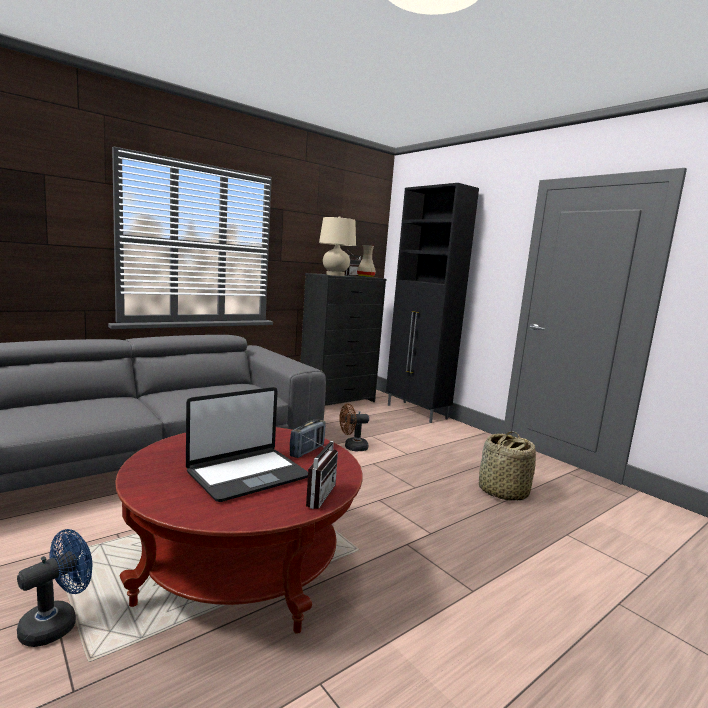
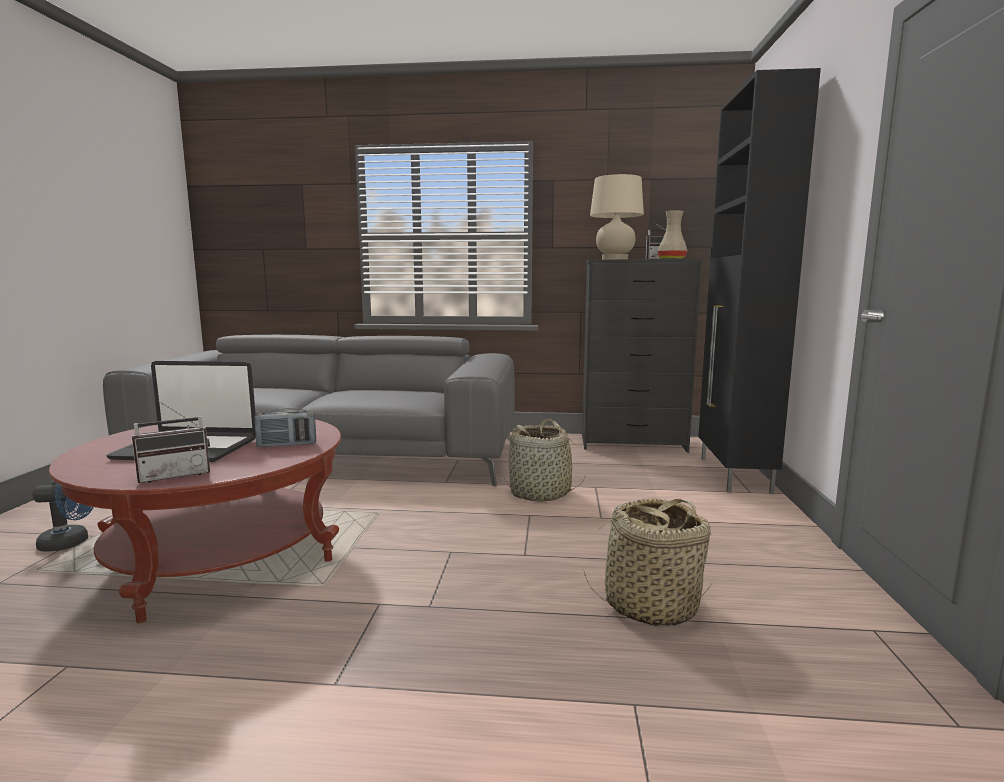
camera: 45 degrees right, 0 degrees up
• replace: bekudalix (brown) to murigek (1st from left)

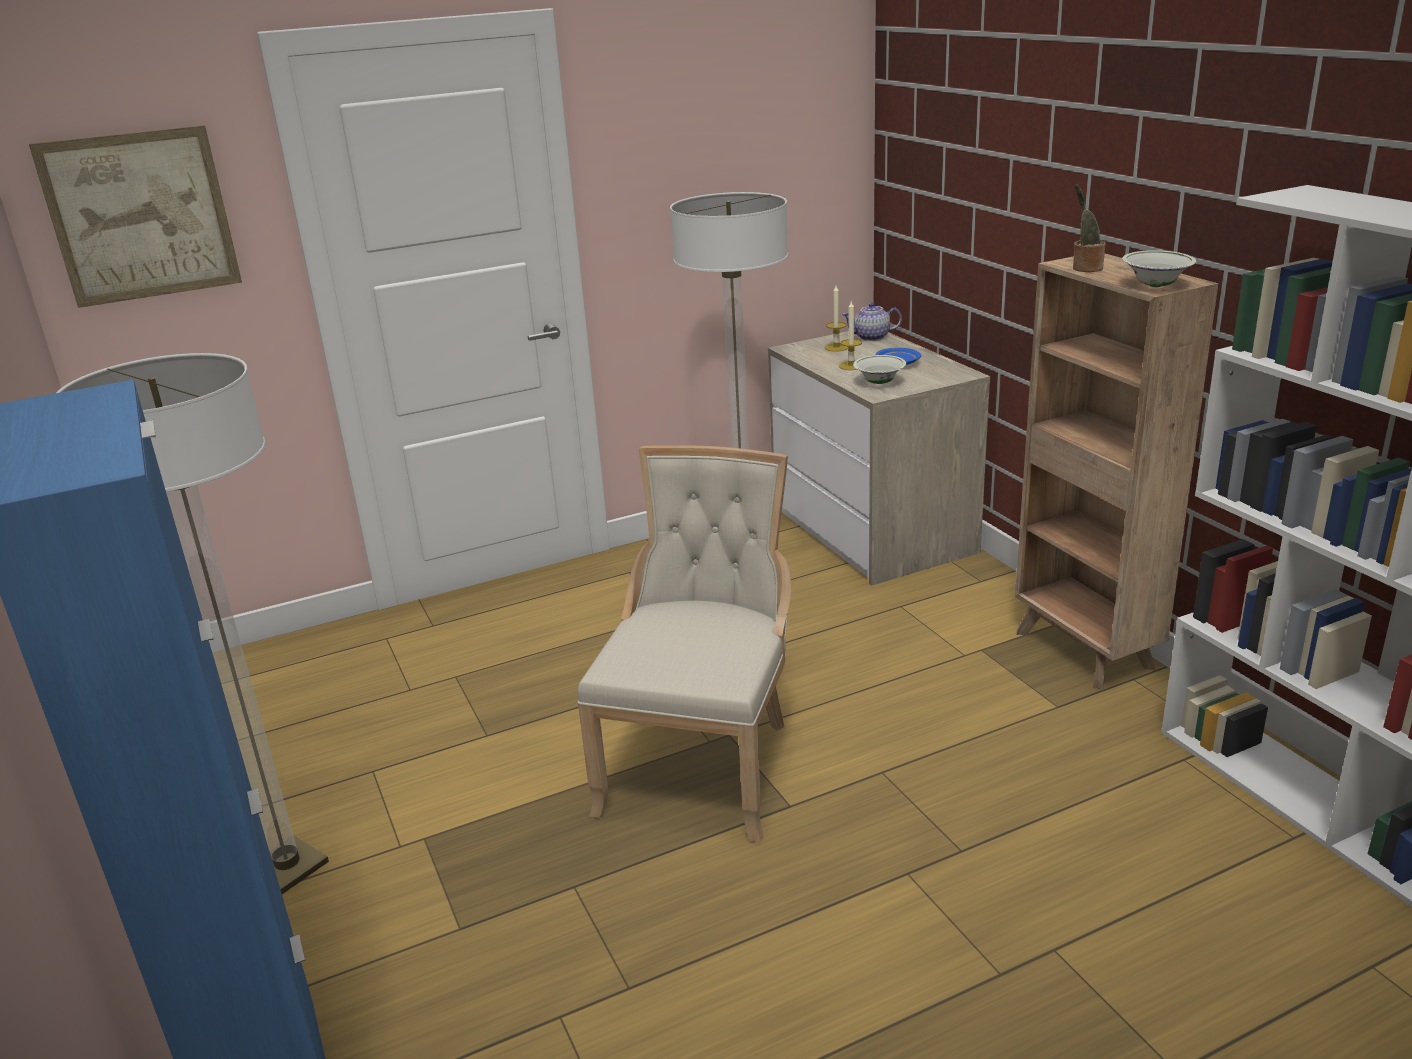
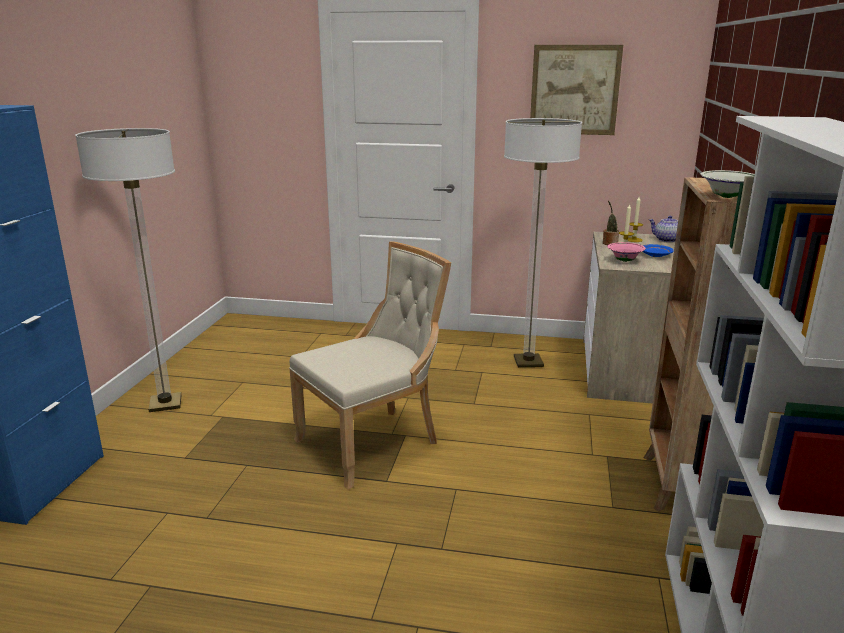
camera: 35 degrees right, 5 degrees down
• move: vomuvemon
• move: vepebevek
• recolor: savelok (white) (1st from left) to savelok (pink)

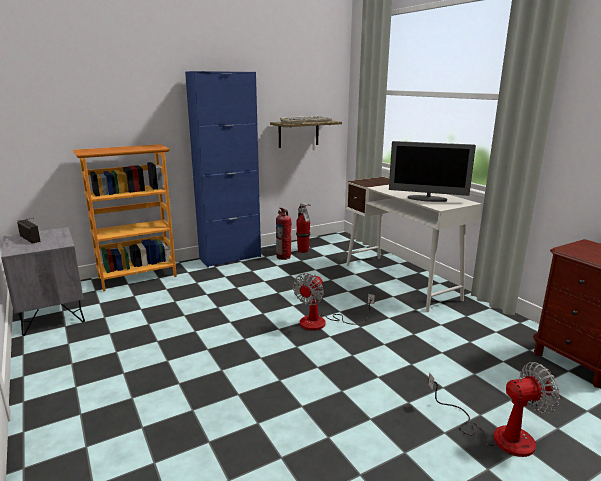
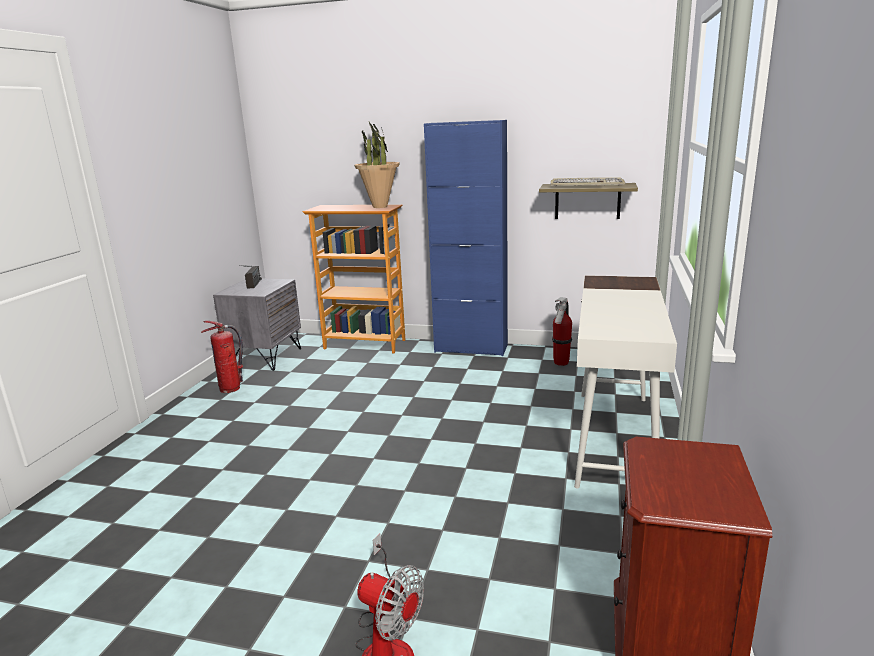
camera: 45 degrees right, 0 degrees up
• delete: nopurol
• move: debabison (1st from left)
• delete: bekudalix (1st from left)
• insert: vepebevek

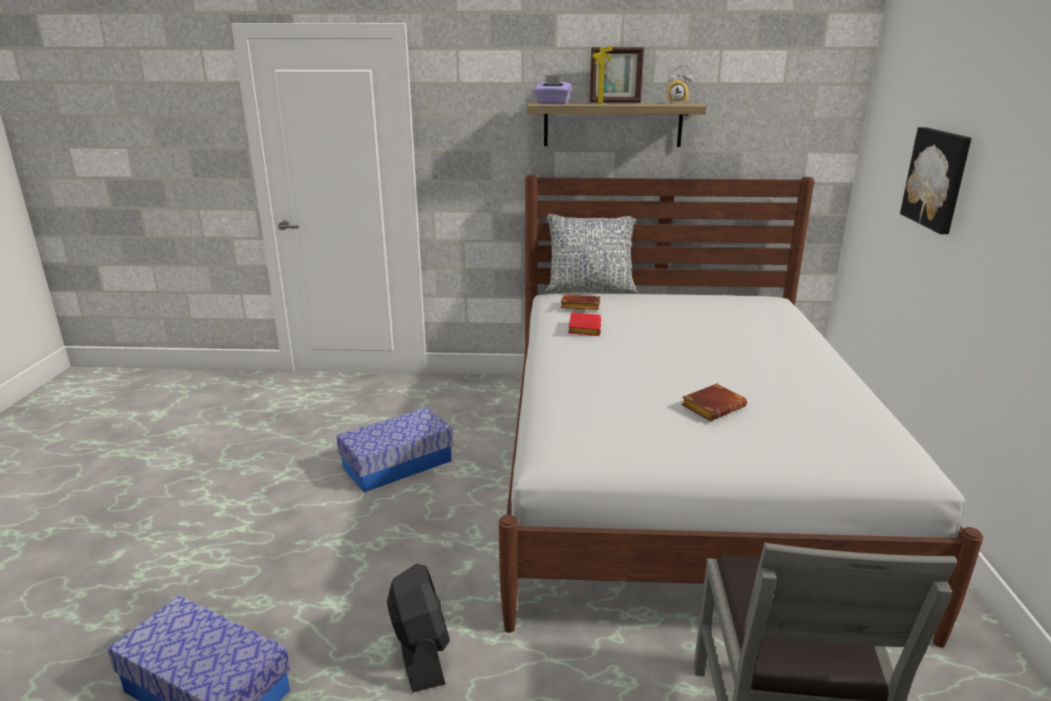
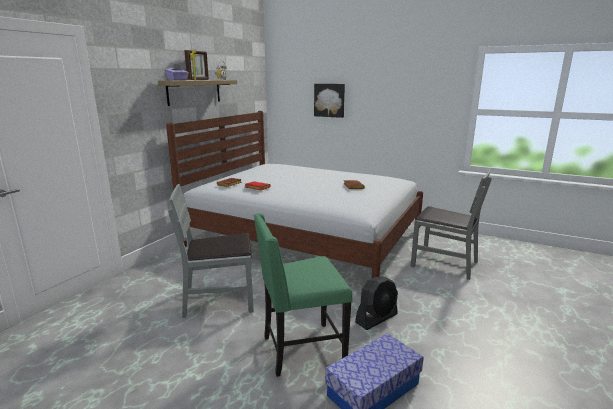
camera: 65 degrees left, 5 degrees down
• delete: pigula
• replace: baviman (2nd from left) to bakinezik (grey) (1st from left)
• rotate: bekudalix (black) 135 degrees clockwise
• insert: bakinezik (green)

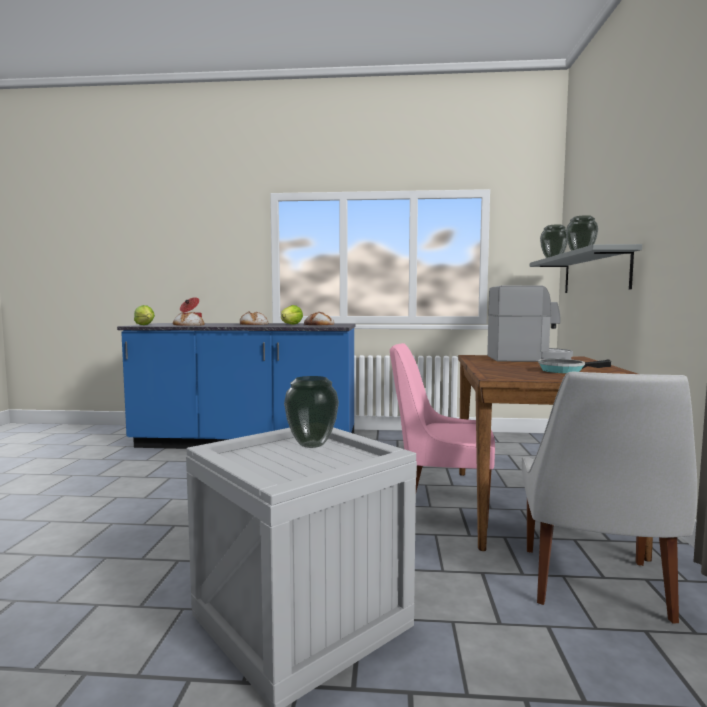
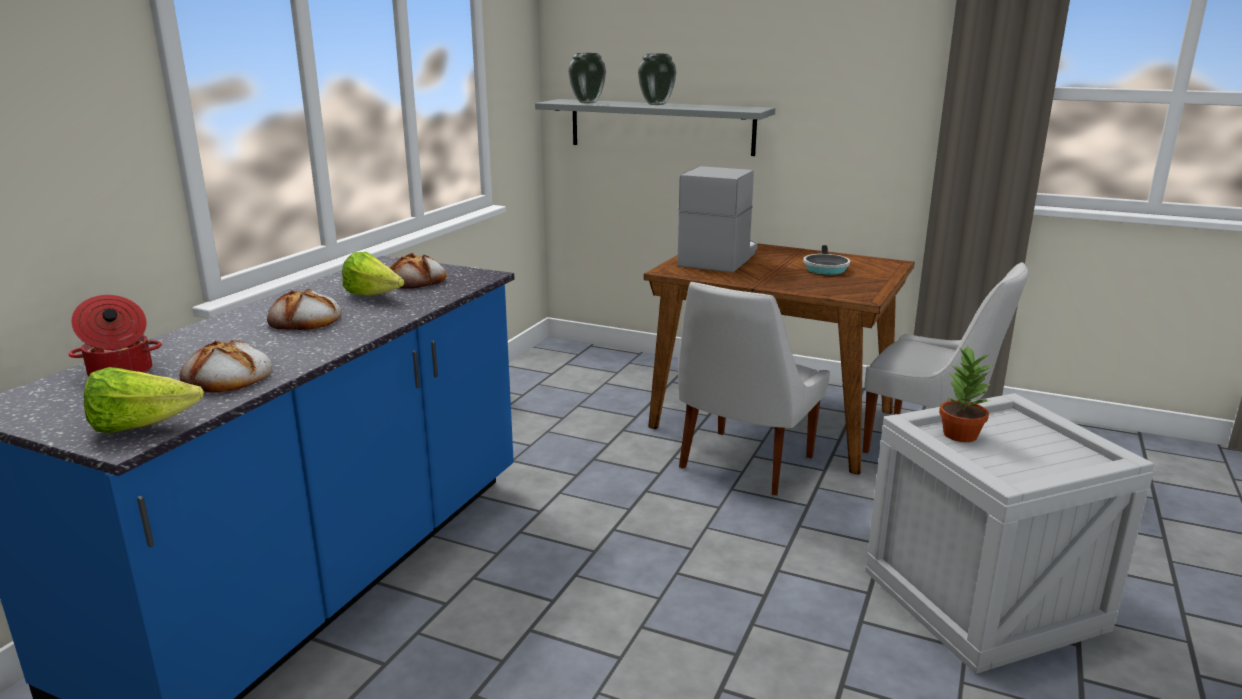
camera: 70 degrees left, 15 degrees up
• recolor: bakinezik (pink) to bakinezik (white) (1st from left)
• replace: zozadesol (1st from left) to vepebevek

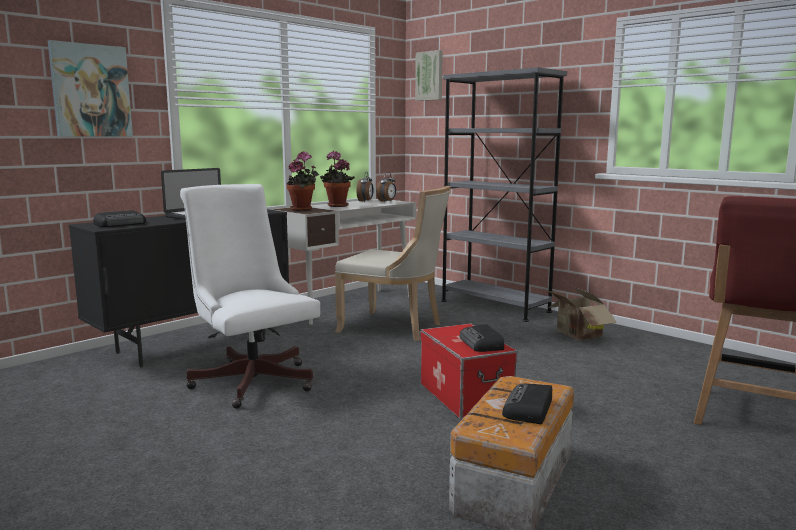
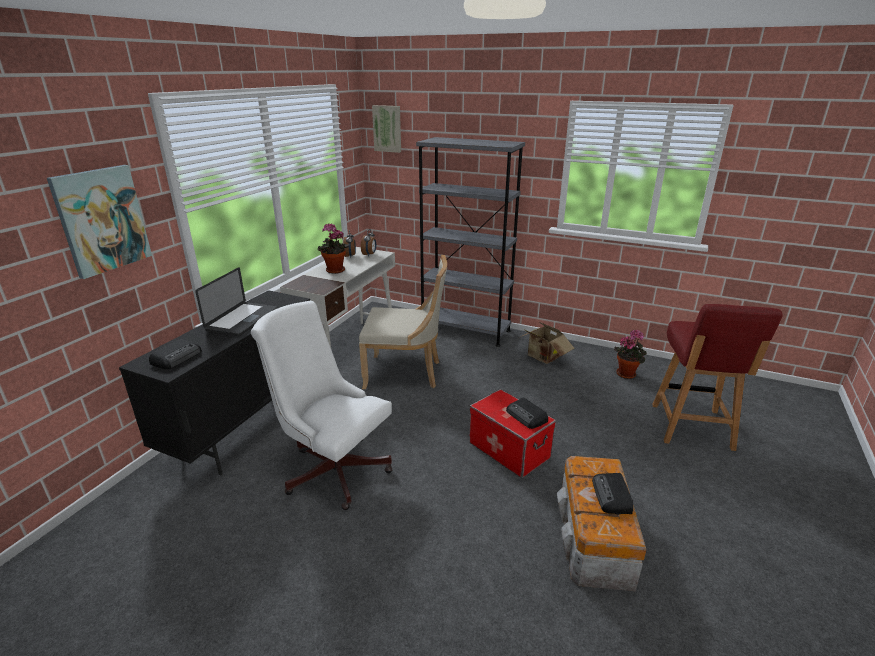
camera: 20 degrees left, 15 degrees up
• move: vepebevek (1st from left in the first image) to vepebevek (2nd from left)

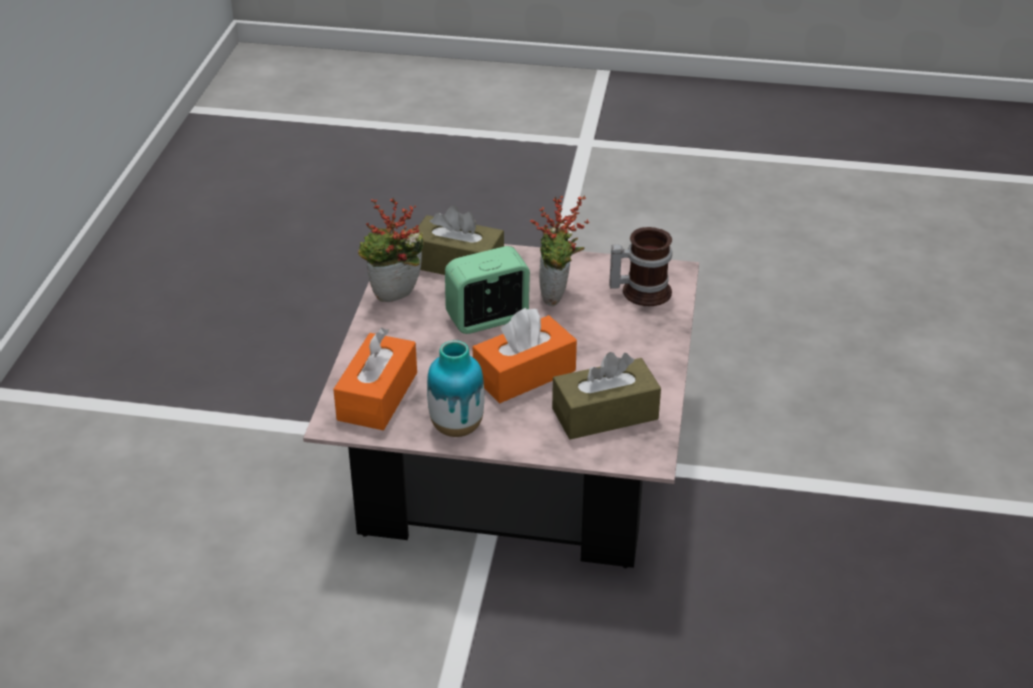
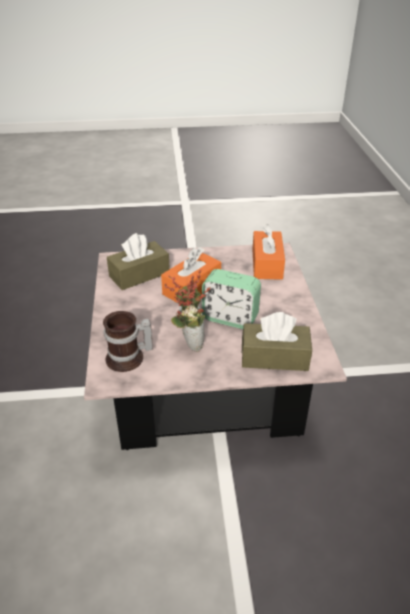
camera: 165 degrees right, 0 degrees up
• delete: vepebevek (1st from left)
• rotate: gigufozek 60 degrees clockwise
• delete: zozadesol

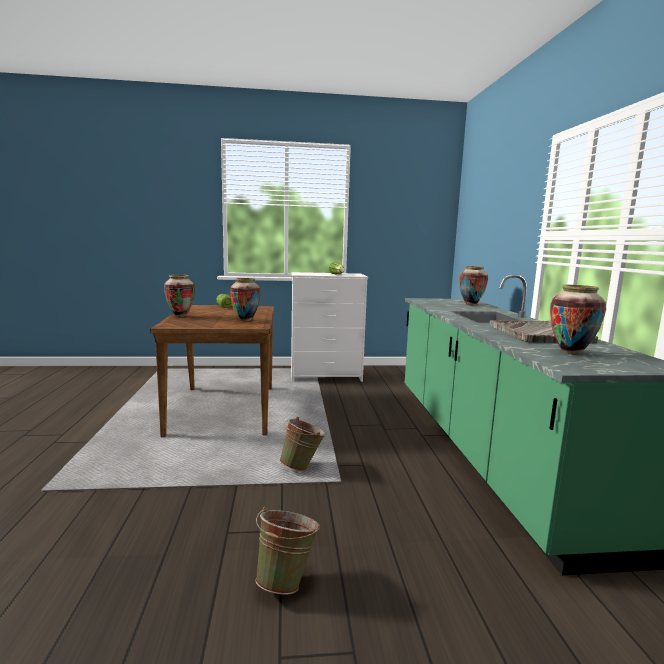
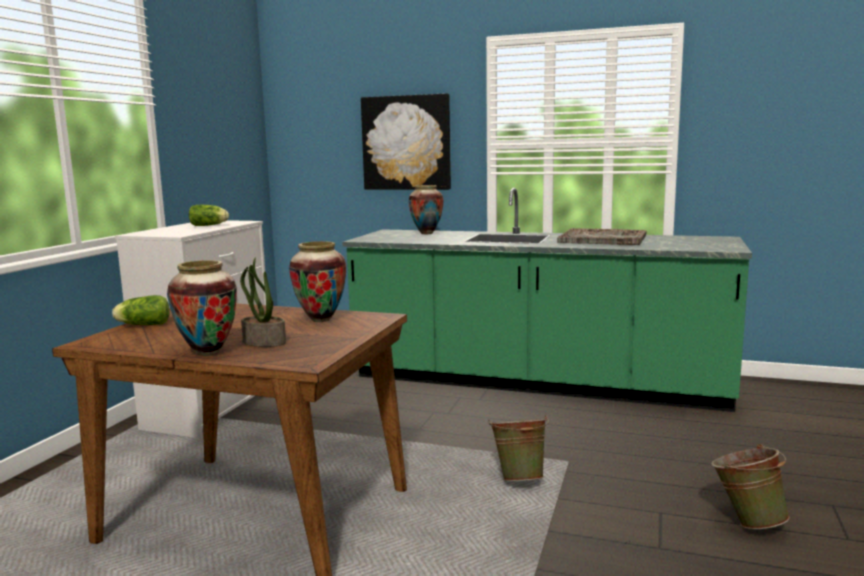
camera: 65 degrees left, 0 degrees up
• delete: zozadesol (4th from left)
• insert: vomuvemon
• insert: vepebevek

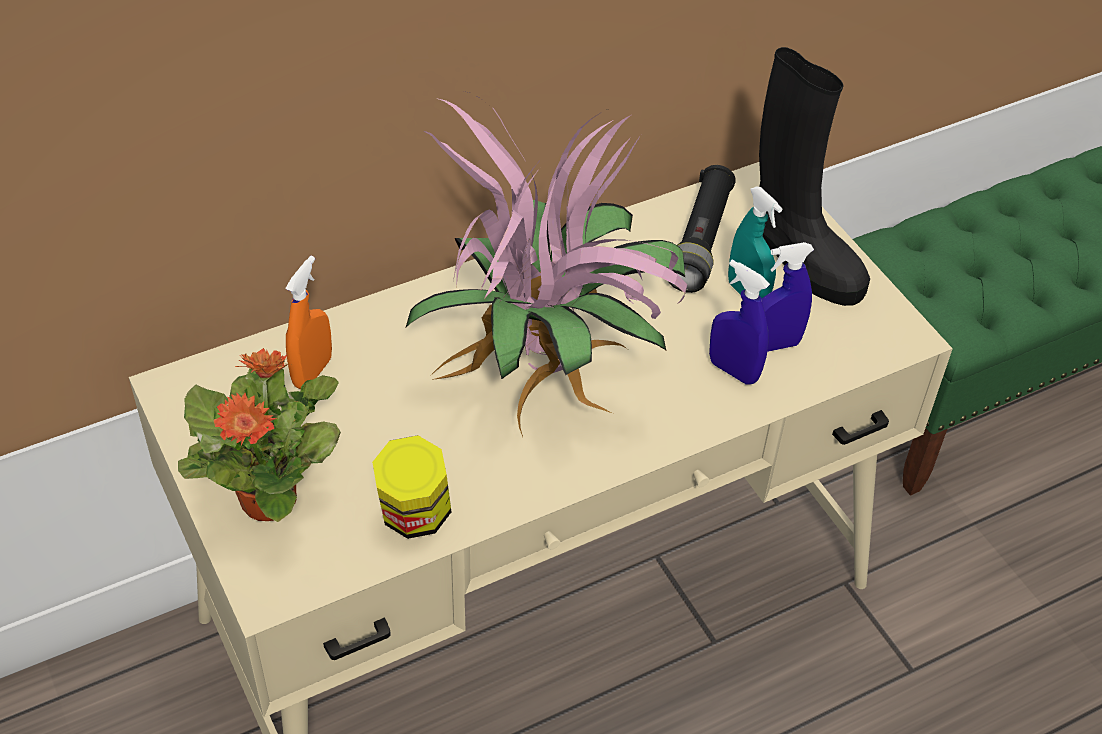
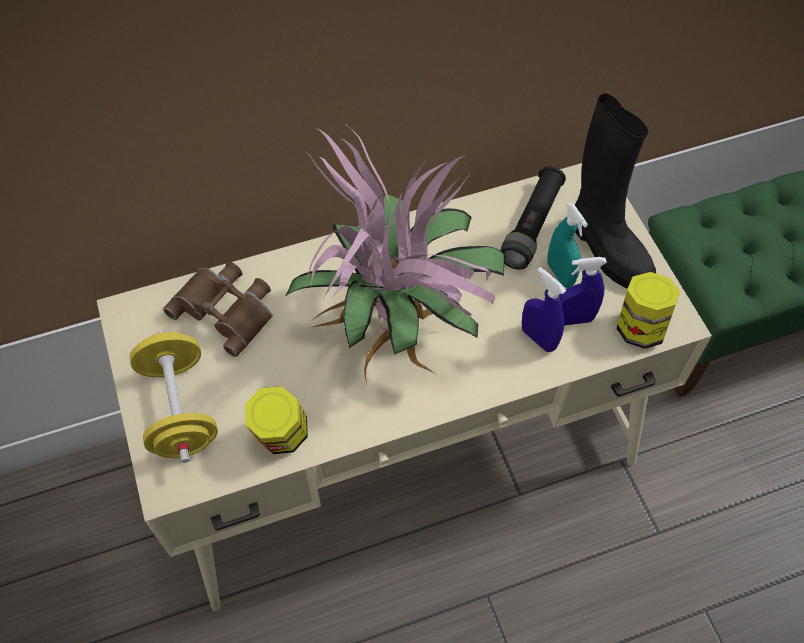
camera: 10 degrees right, 10 degrees up
• replace: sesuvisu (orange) to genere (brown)
• replace: vepebevek (1st from left) to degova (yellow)
• insert: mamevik (2nd from left)

